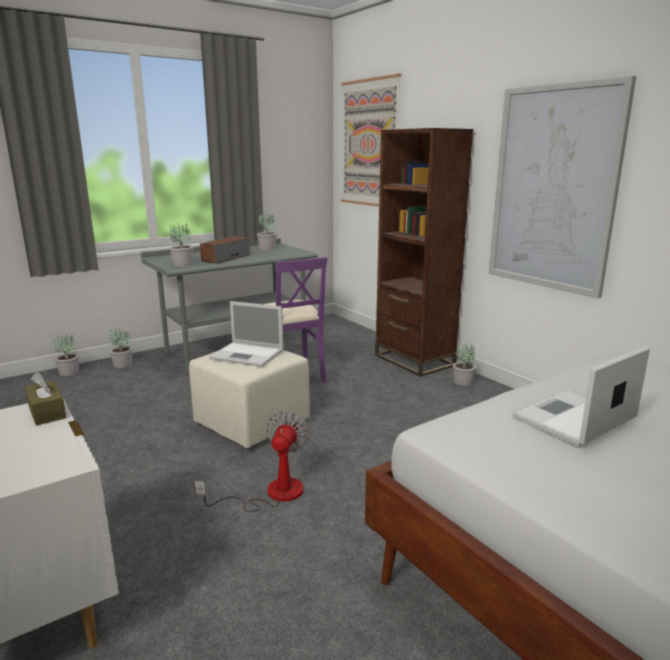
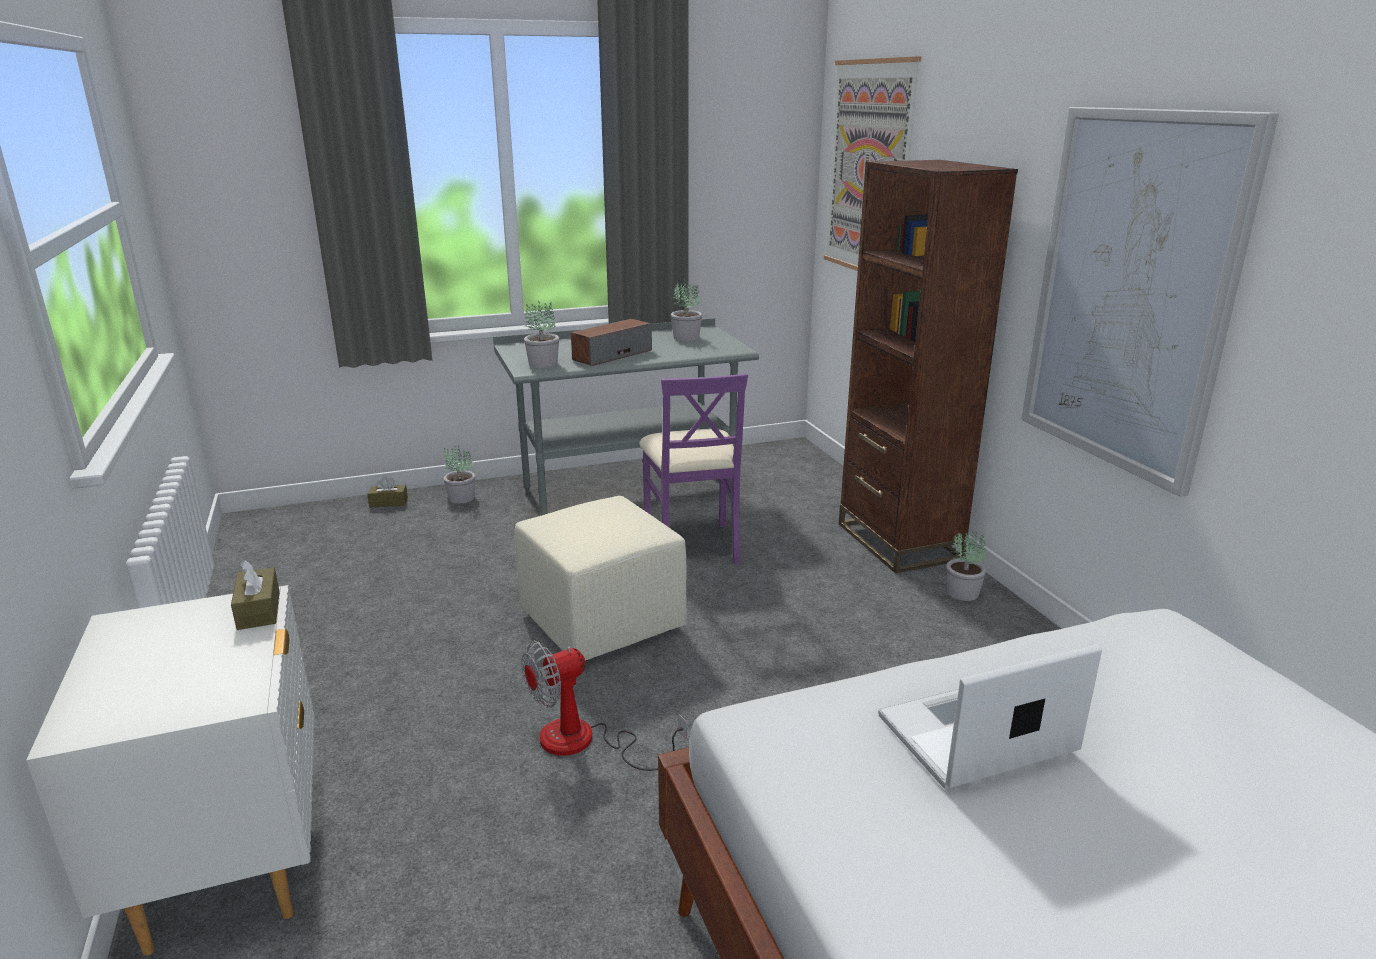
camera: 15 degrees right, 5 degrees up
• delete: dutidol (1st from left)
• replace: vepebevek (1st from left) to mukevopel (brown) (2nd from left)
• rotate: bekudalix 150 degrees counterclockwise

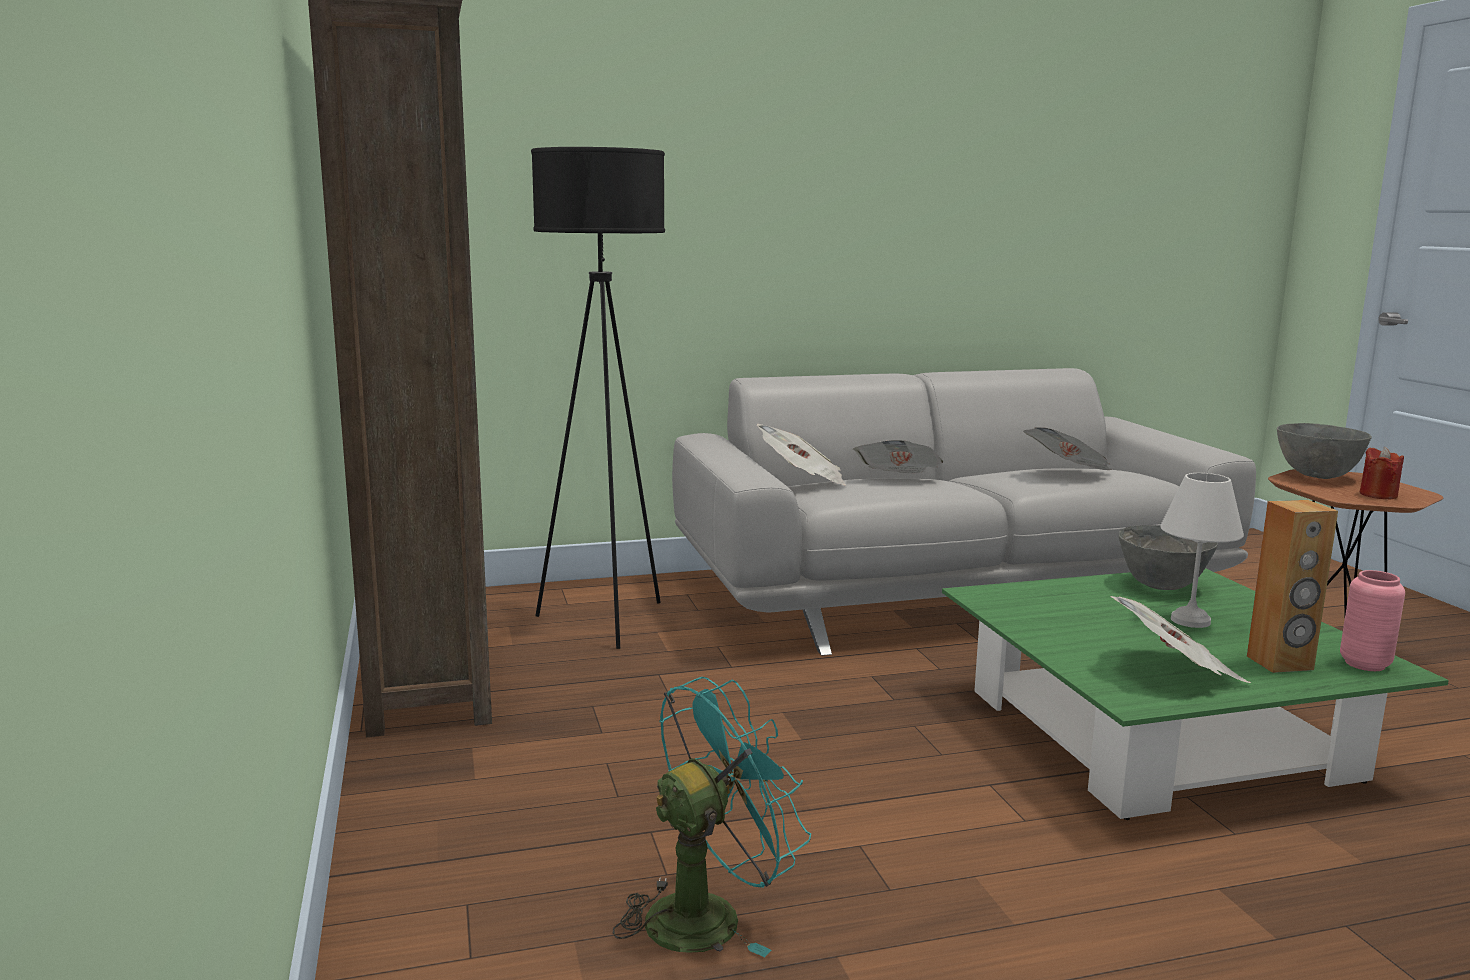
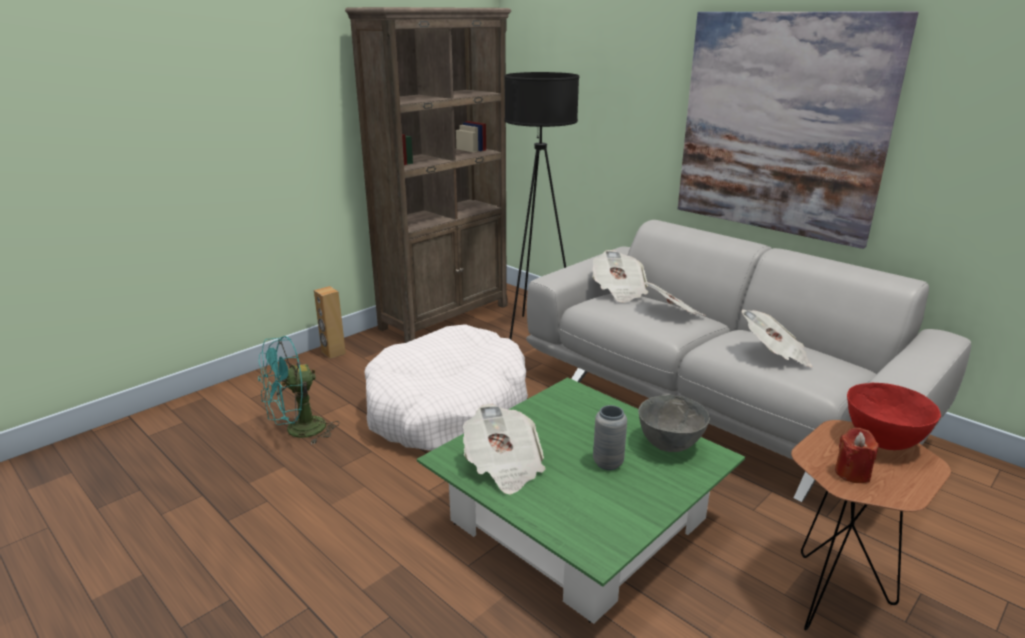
camera: 60 degrees right, 10 degrees up
• recolor: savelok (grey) (2nd from left) to savelok (red)
• replace: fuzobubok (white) to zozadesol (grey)
• move: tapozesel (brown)
• delete: zozadesol (pink)
• rotate: bekudalix (turquoise) 120 degrees clockwise
• insert: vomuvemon
• insert: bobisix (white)

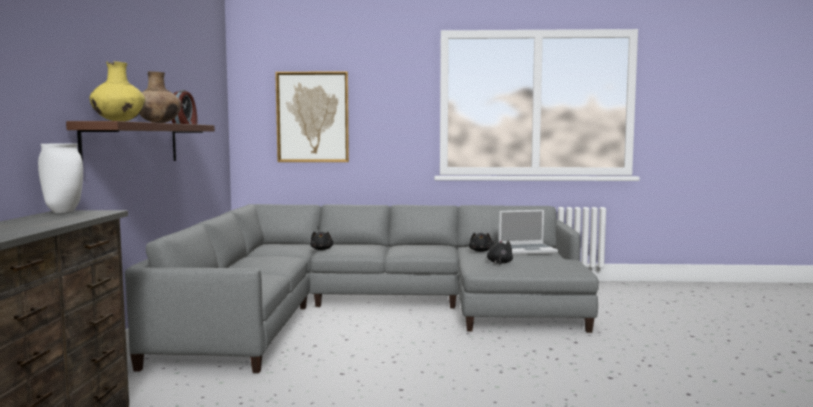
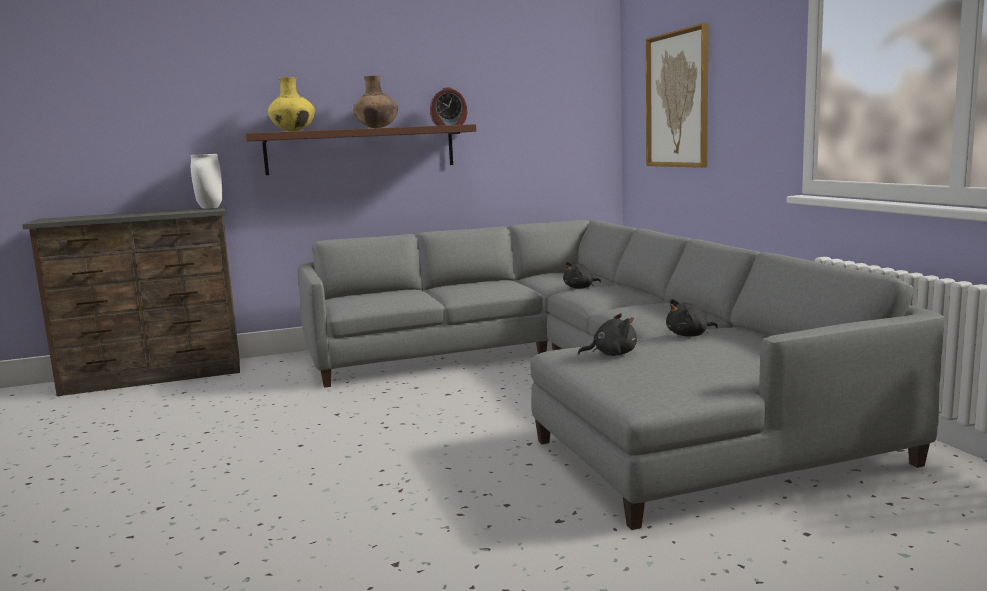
camera: 70 degrees right, 5 degrees up
• delete: dutidol

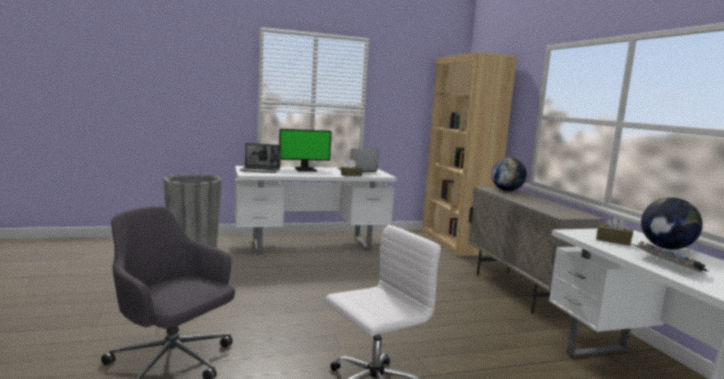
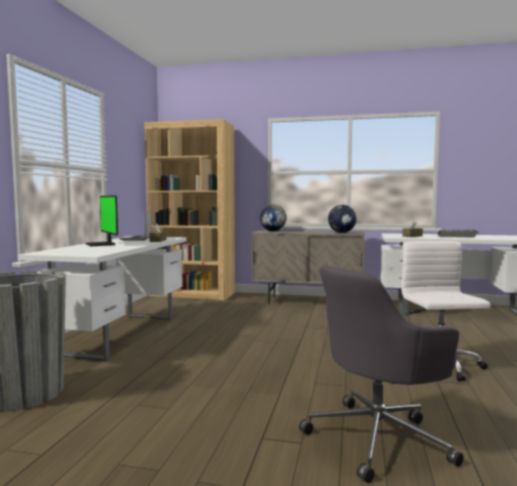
camera: 60 degrees left, 5 degrees down
• rotate: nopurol 135 degrees clockwise
• delete: dutidol (1st from left)
• move: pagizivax (2nd from left)

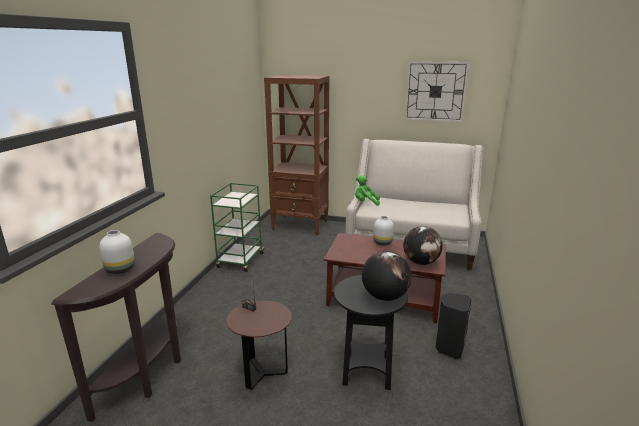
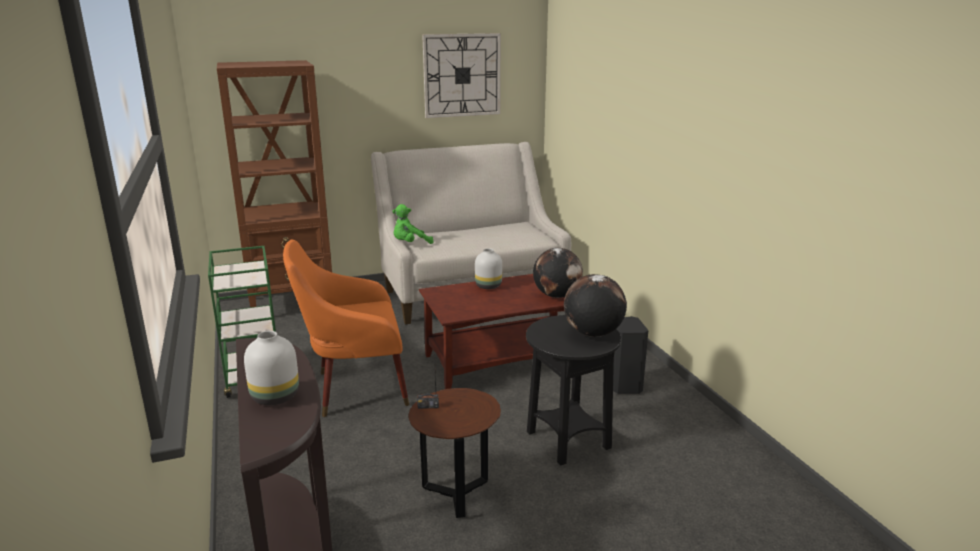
camera: 35 degrees left, 0 degrees up
• insert: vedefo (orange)

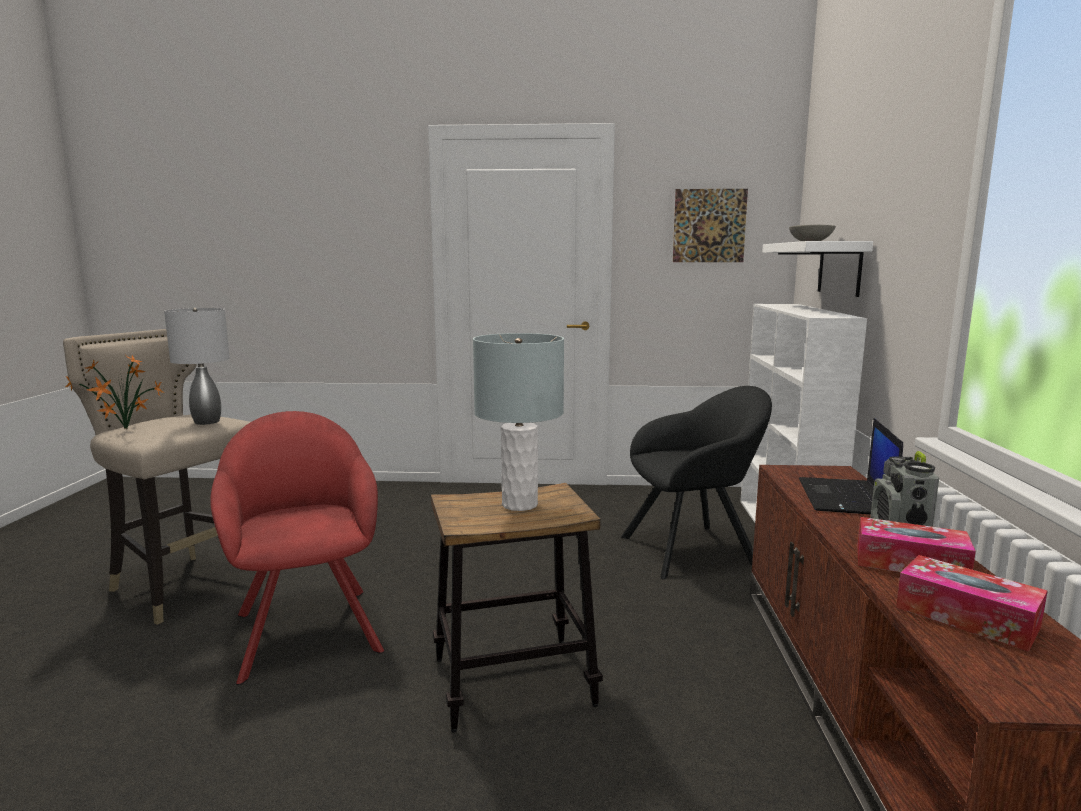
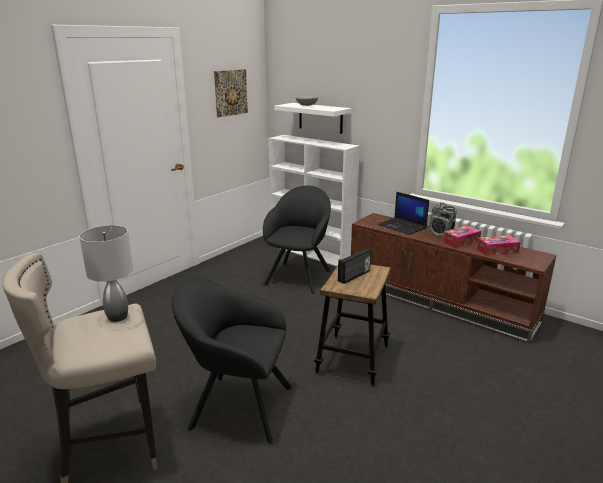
camera: 55 degrees left, 10 degrees up
• replace: fuzobubok (grey) (2nd from left) to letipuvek (1st from left)
• delete: vepebevek
• recolor: vedefo (red) to vedefo (black) (1st from left)

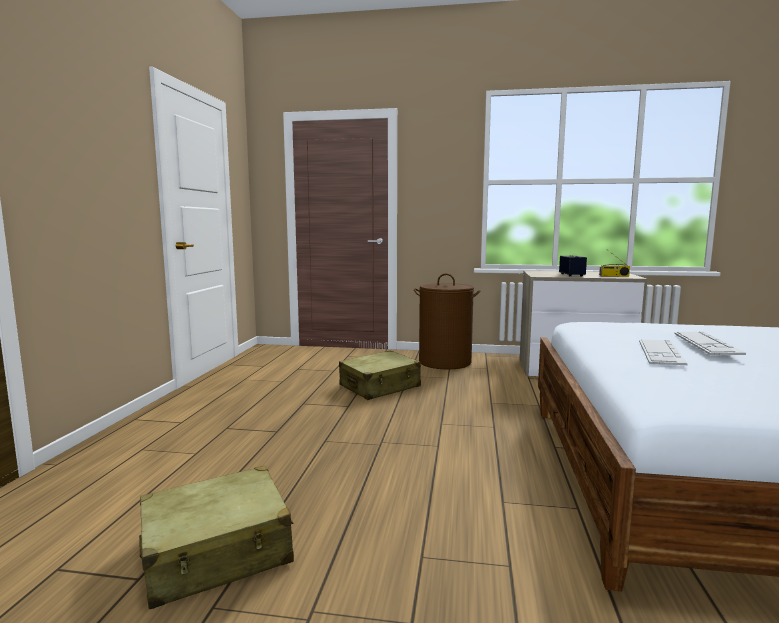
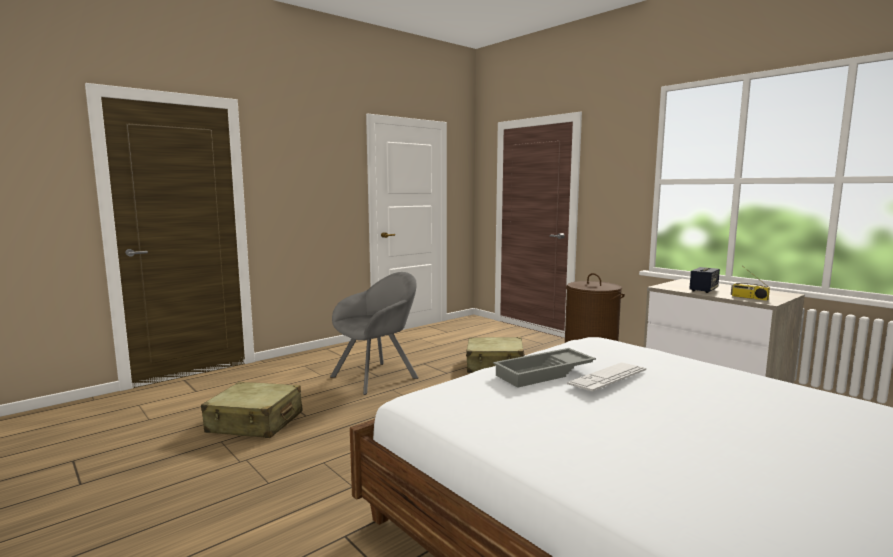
camera: 40 degrees right, 0 degrees up
• replace: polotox (1st from left) to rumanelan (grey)
• insert: vedefo (grey)

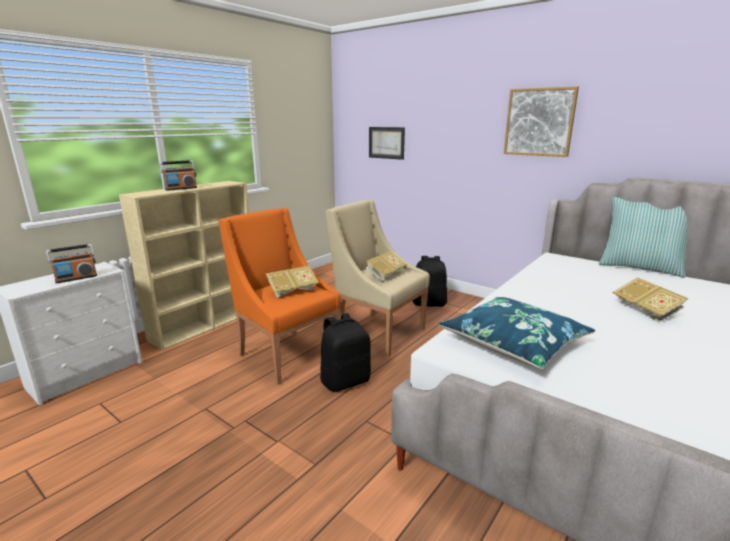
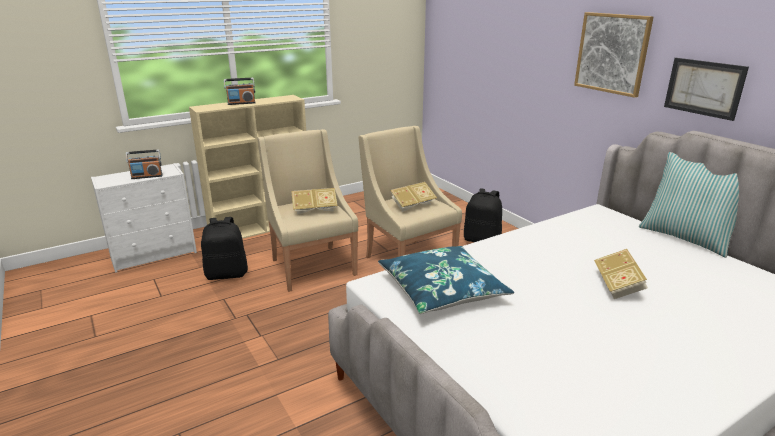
camera: 20 degrees right, 5 degrees up
• move: vomuvemon (1st from left in the first image) to vomuvemon (2nd from left)
• recolor: vedefo (orange) to vedefo (beige) (1st from left)
• move: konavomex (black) (1st from left)

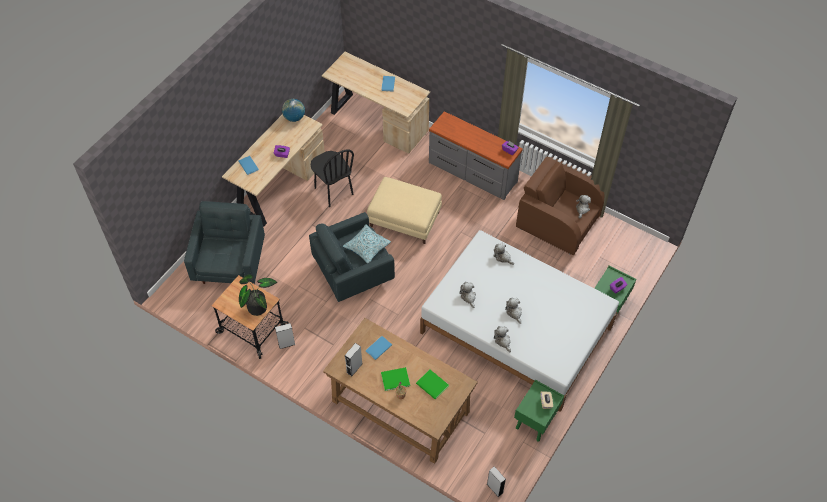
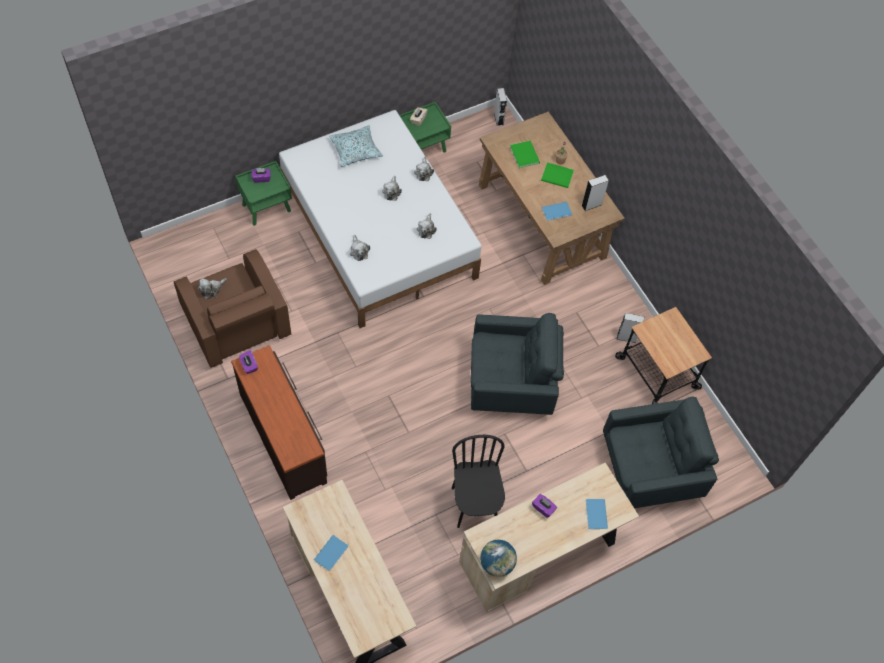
camera: 155 degrees left, 5 degrees up
• recolor: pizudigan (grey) to pizudigan (brown)
• delete: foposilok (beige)
• rotate: vedefo (grey) (1st from left in the first image) 135 degrees counterclockwise
• move: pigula
• delete: vepebevek (1st from left)

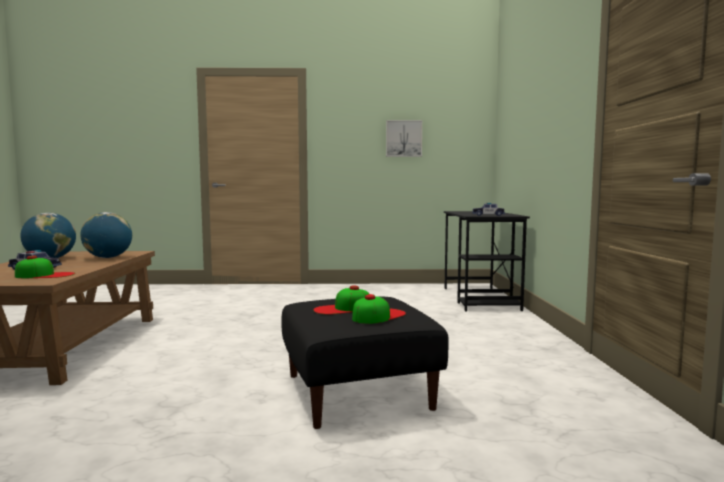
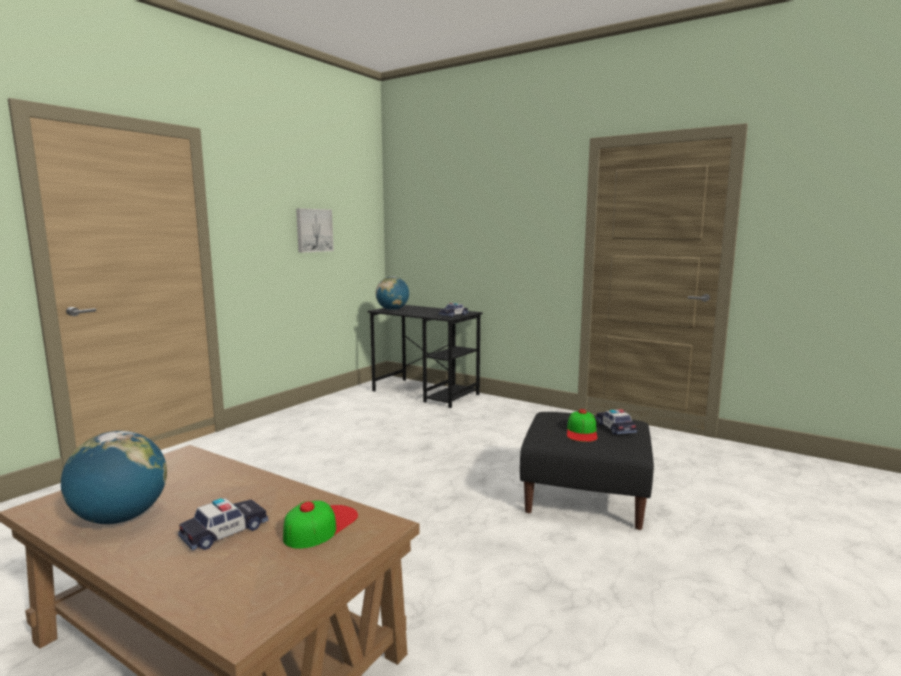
camera: 55 degrees left, 5 degrees up
• move: pagizivax (2nd from left)
• replace: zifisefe (3rd from left) to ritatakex (3rd from left)

